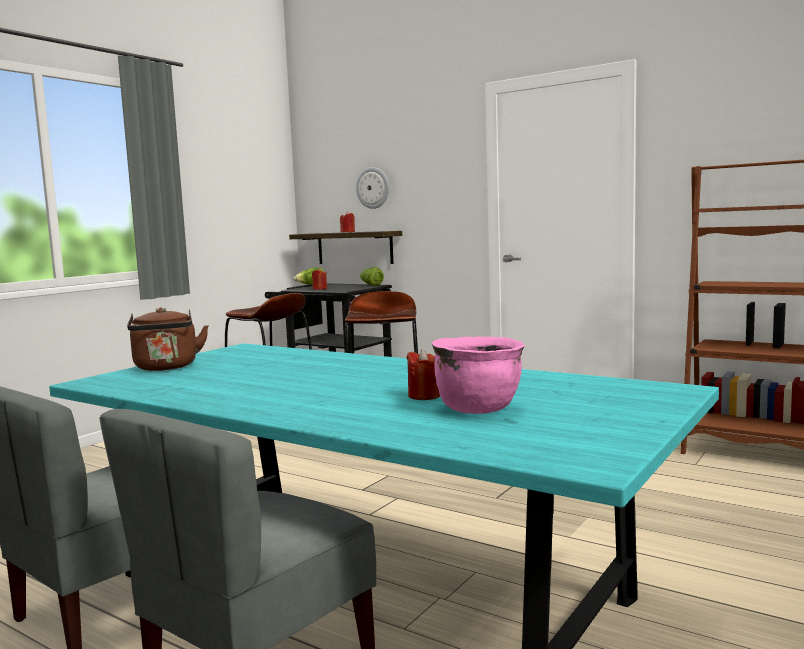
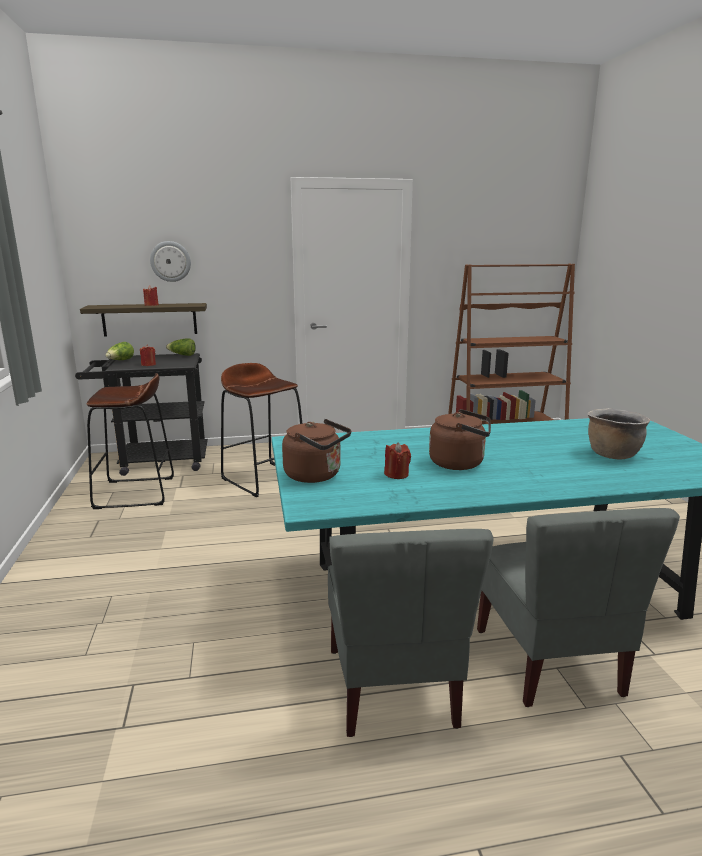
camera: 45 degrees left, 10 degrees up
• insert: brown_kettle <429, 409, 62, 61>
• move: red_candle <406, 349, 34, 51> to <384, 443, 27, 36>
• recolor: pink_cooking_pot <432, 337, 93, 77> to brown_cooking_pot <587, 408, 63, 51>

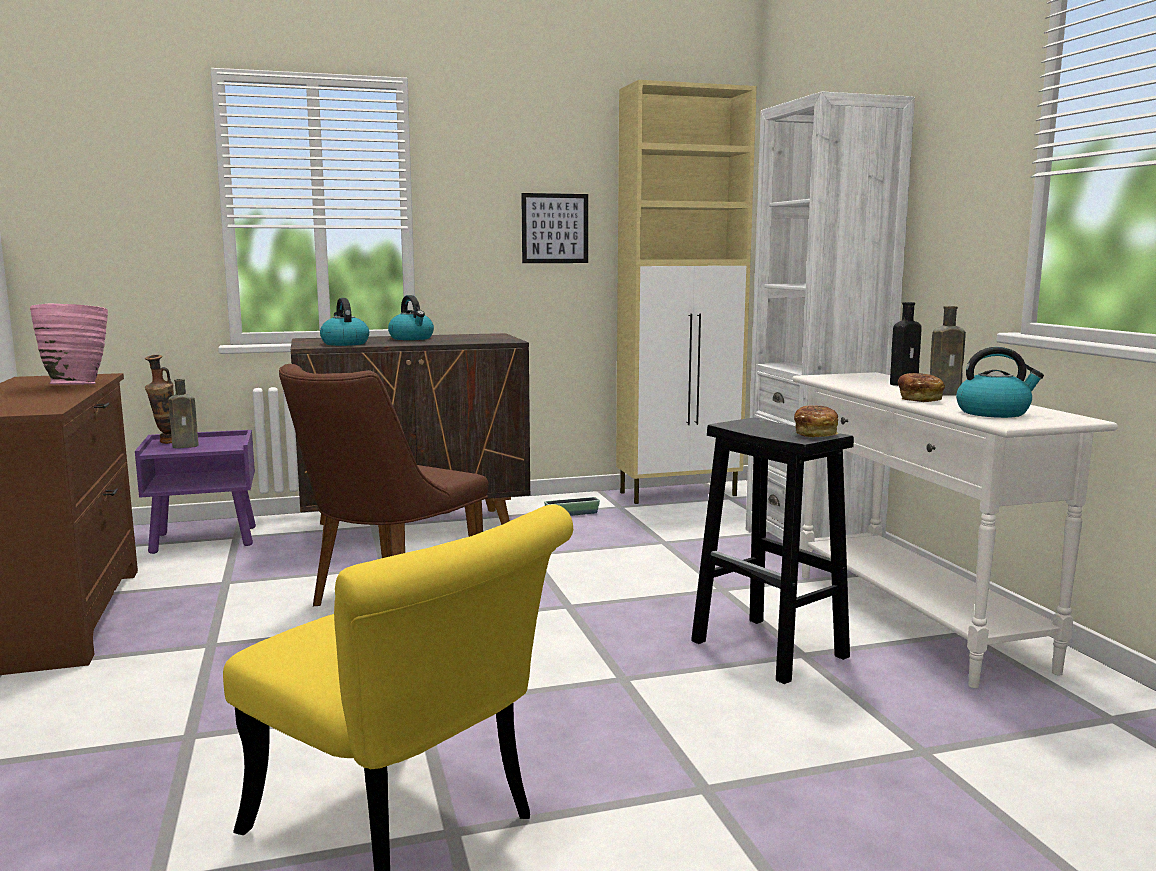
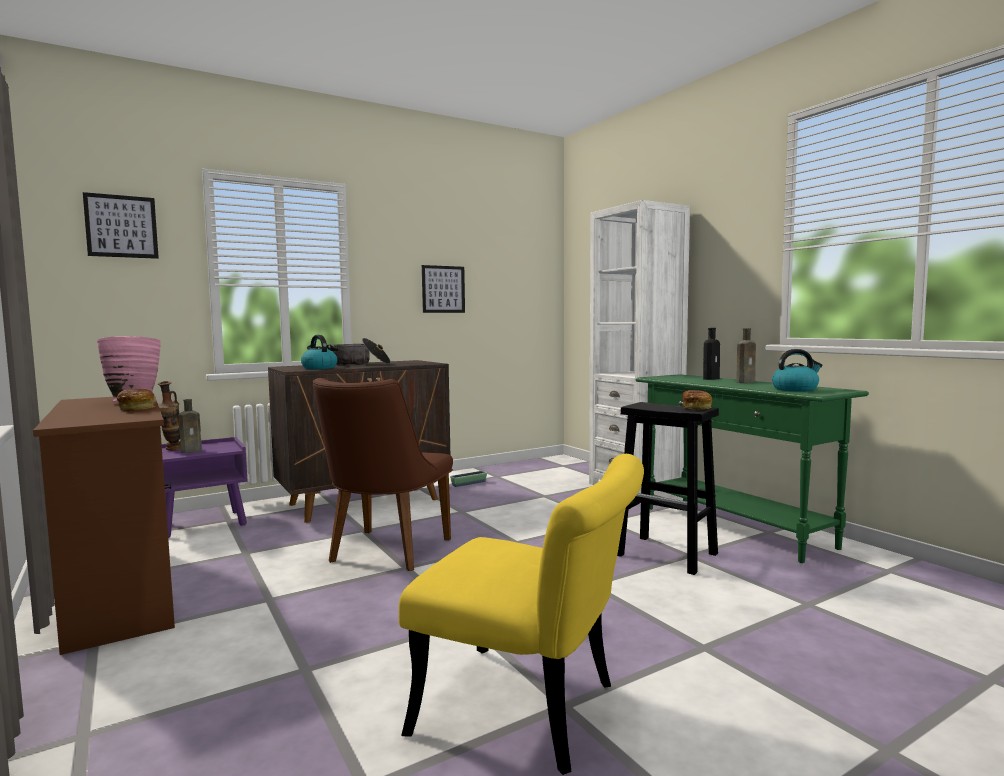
camera: 15 degrees left, 5 degrees down
• delete: beige_cabinet <616, 80, 141, 424>
• insert: picture <83, 192, 76, 67>
• move: bread <898, 373, 47, 29> to <117, 389, 39, 22>
• replace: kettle <388, 295, 46, 45> to cooking_pot <327, 338, 64, 28>
• recolor: white_console_table <792, 372, 326, 316> to green_console_table <636, 374, 233, 189>

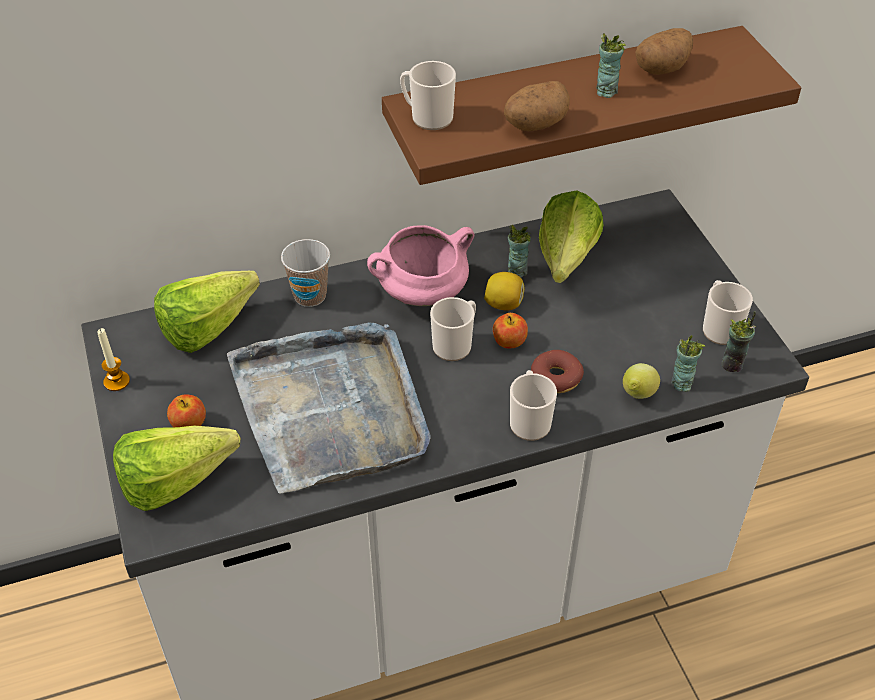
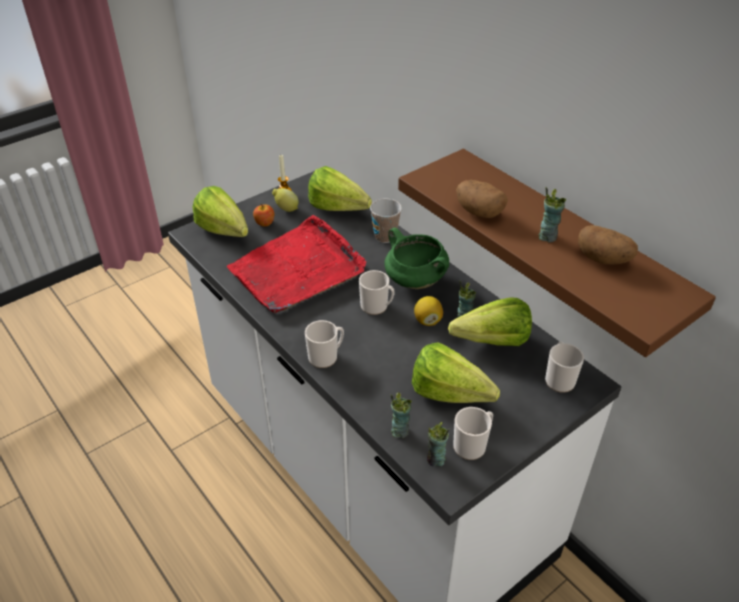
camera: 70 degrees right, 5 degrees down
• delete: apple <493, 313, 35, 35>
• delete: donut <531, 350, 53, 43>
• insert: lettuce <412, 342, 88, 61>
• move: mug <400, 61, 56, 69> to <545, 341, 39, 52>
• move: lemon <623, 363, 37, 36> to <272, 188, 27, 24>
• recolor: grey_tray <227, 323, 204, 170> to red_tray <226, 215, 140, 98>
• recolor: pink_cooking_pot <367, 225, 107, 81> to green_cooking_pot <384, 227, 65, 62>

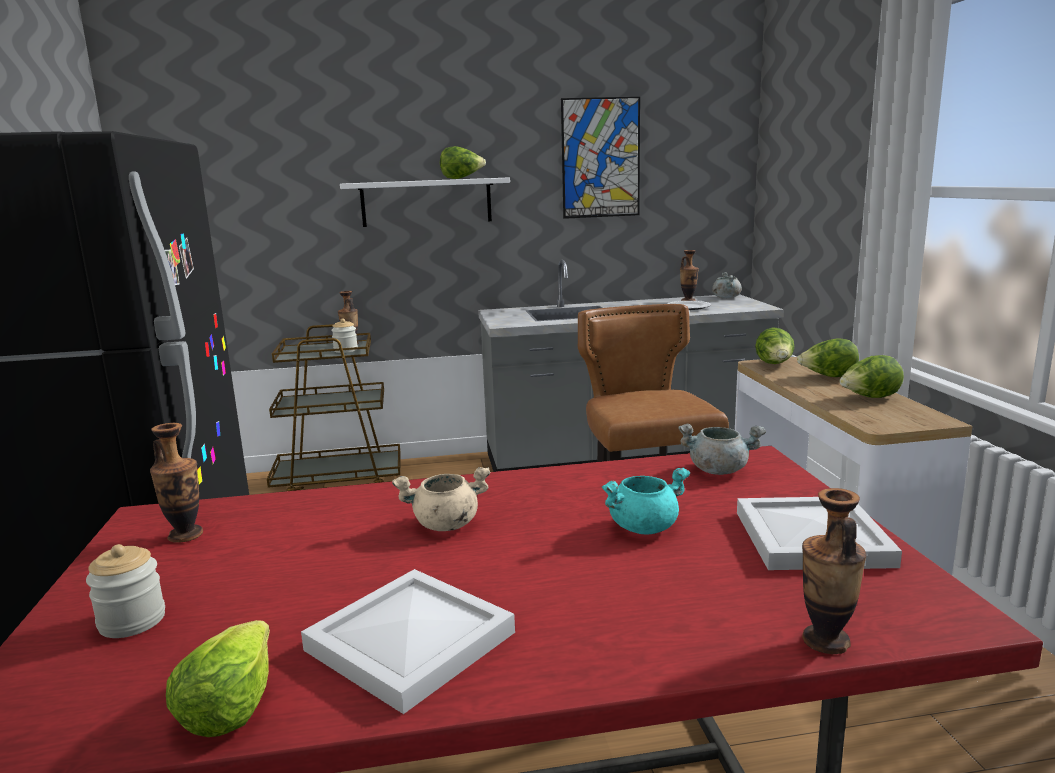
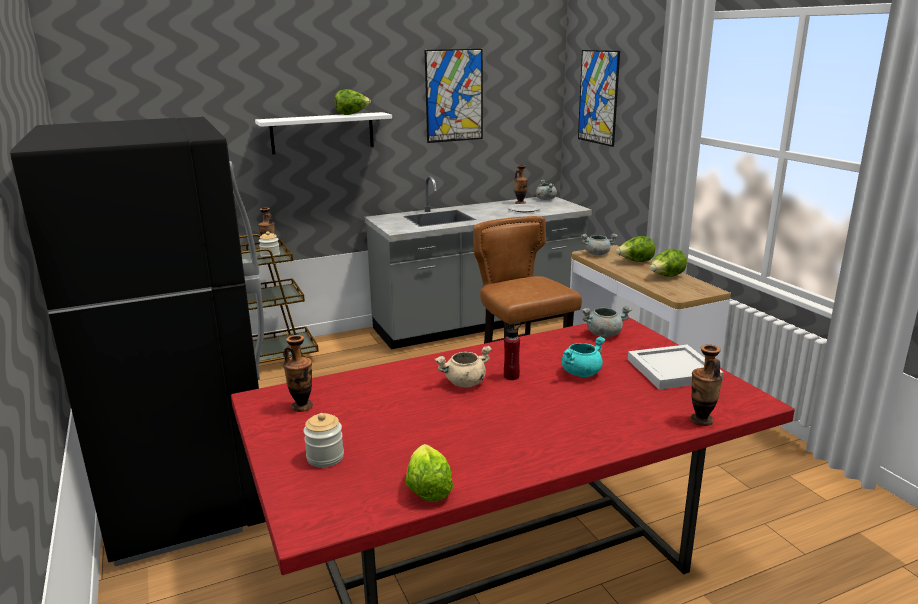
camera: 15 degrees left, 5 degrees up
• delete: white_tray <301, 569, 214, 145>
• insert: red_bottle <504, 322, 17, 58>
• insert: picture <578, 50, 42, 97>
• replace: lettuce <755, 327, 39, 37> to grey_cooking_pot <581, 233, 37, 22>

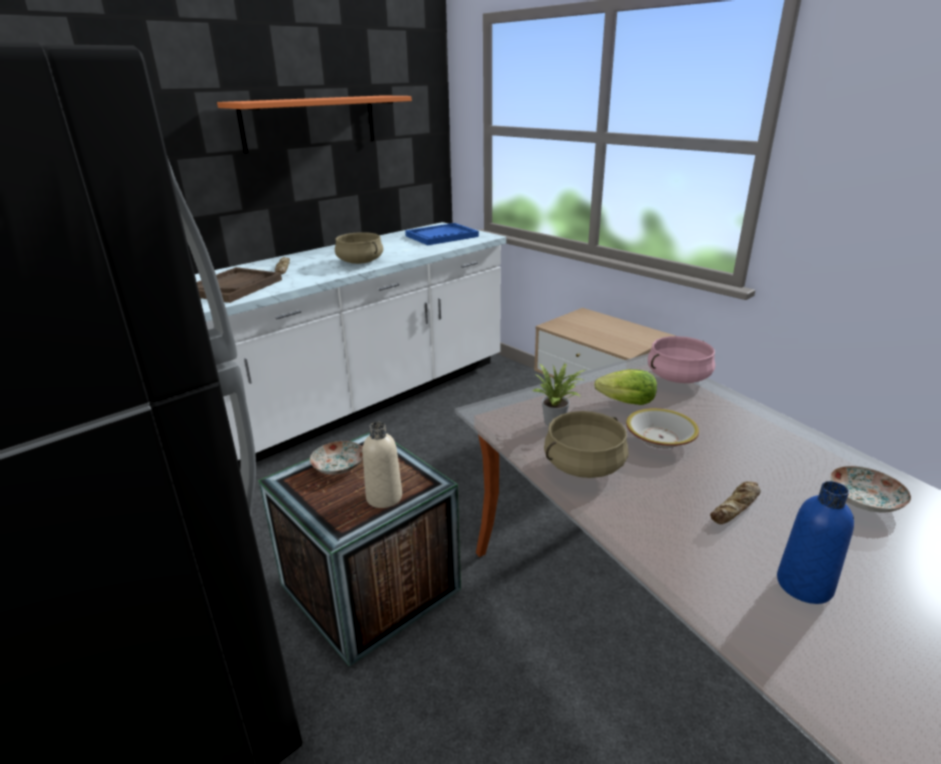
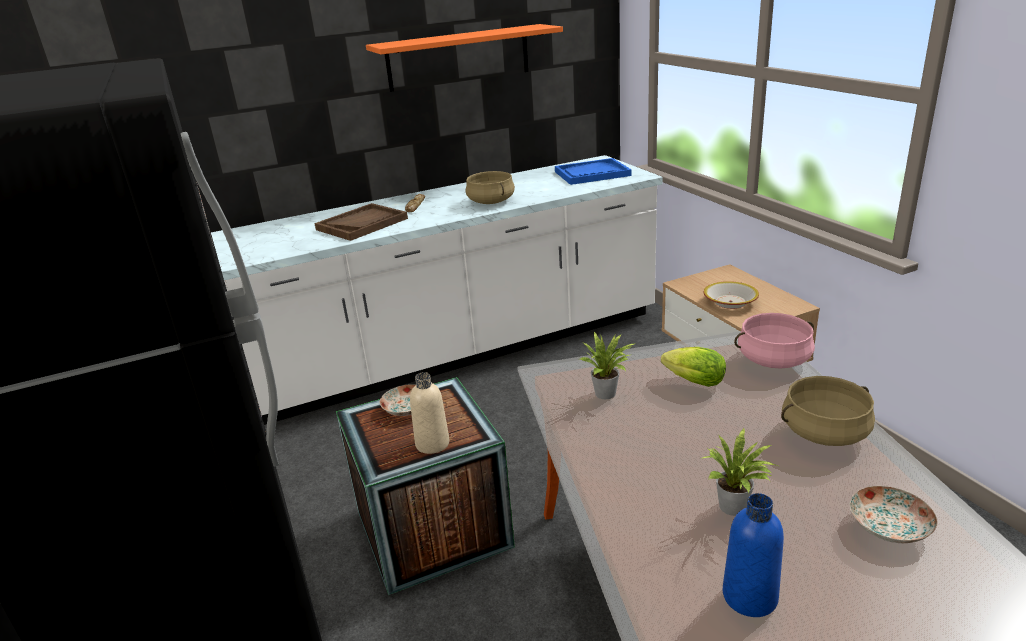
camera: 20 degrees right, 0 degrees up
• move: beige_cooking_pot <544, 411, 84, 67> to <781, 376, 94, 70>
• move: bowl <626, 408, 73, 40> to <704, 281, 55, 28>
• replace: bread <710, 481, 51, 43> to potted_plant <700, 427, 78, 89>

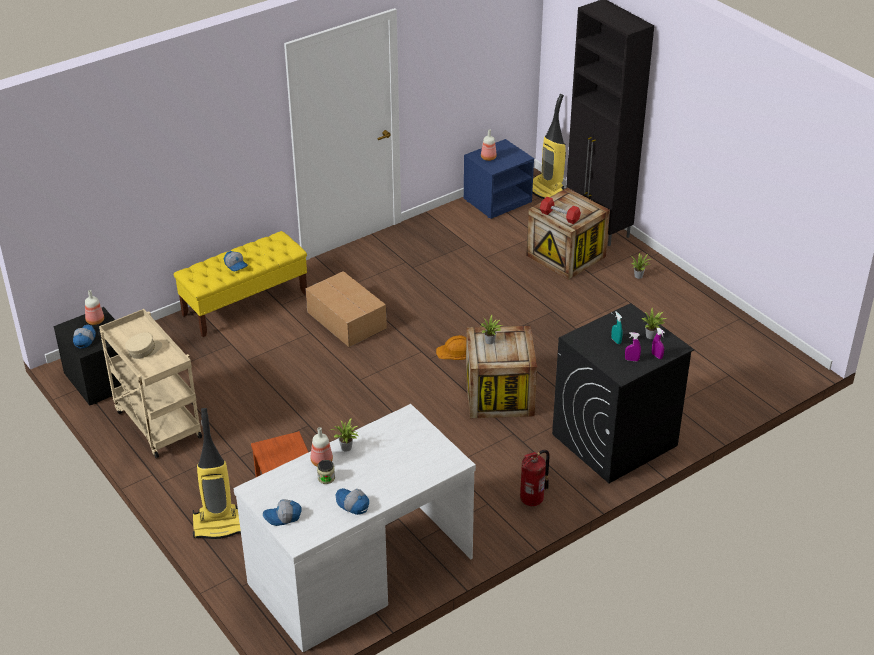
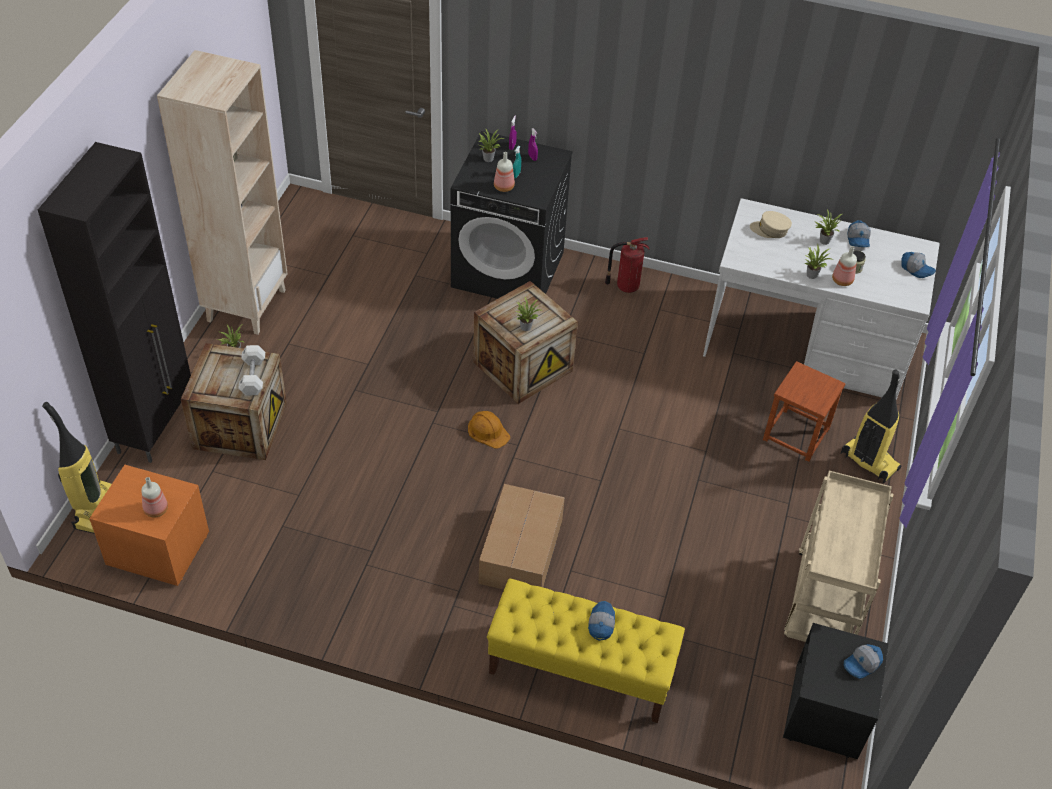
camera: 130 degrees left, 10 degrees up
• insert: beige_bookcase <157, 50, 131, 285>
• insert: potted_plant <814, 209, 28, 36>
• move: bottle <85, 290, 19, 35> to <494, 152, 21, 40>
• move: beige_cap <125, 332, 37, 27> to <750, 211, 42, 27>
• recolor: blue_nightstand <464, 139, 70, 80> to orange_nightstand <89, 465, 120, 121>
• recolor: red_dumbbell <540, 197, 41, 27> to white_dumbbell <238, 345, 27, 51>

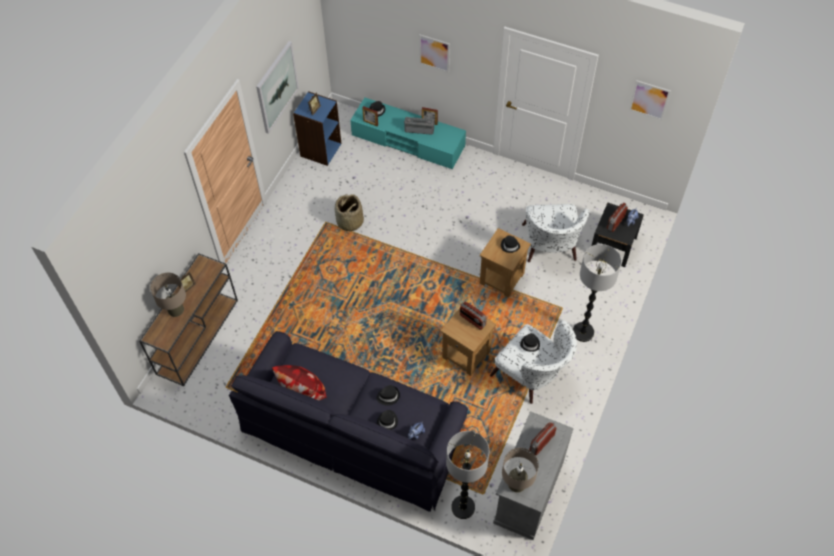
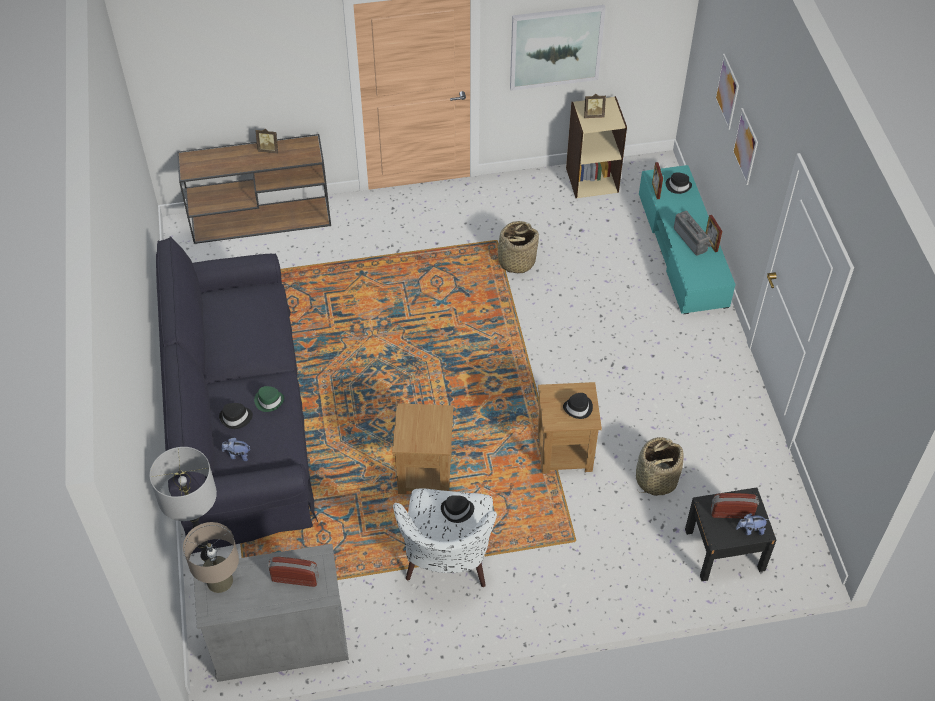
camera: 55 degrees right, 5 degrees down
• delete: beige_table_lamp <150, 273, 36, 44>
• delete: pillow <272, 365, 55, 36>
• delete: radio <460, 302, 27, 28>
• delete: floor_lamp <573, 244, 49, 98>
• move: picture <629, 80, 42, 40> to <715, 54, 24, 76>
• replace: white_armchair <522, 204, 68, 58> to basket <636, 437, 47, 59>
• recolor: blue_bookcase <293, 91, 48, 75> to beige_bookcase <566, 96, 61, 102>
• recolor: black_hat <376, 385, 24, 21> to green_hat <254, 386, 30, 26>

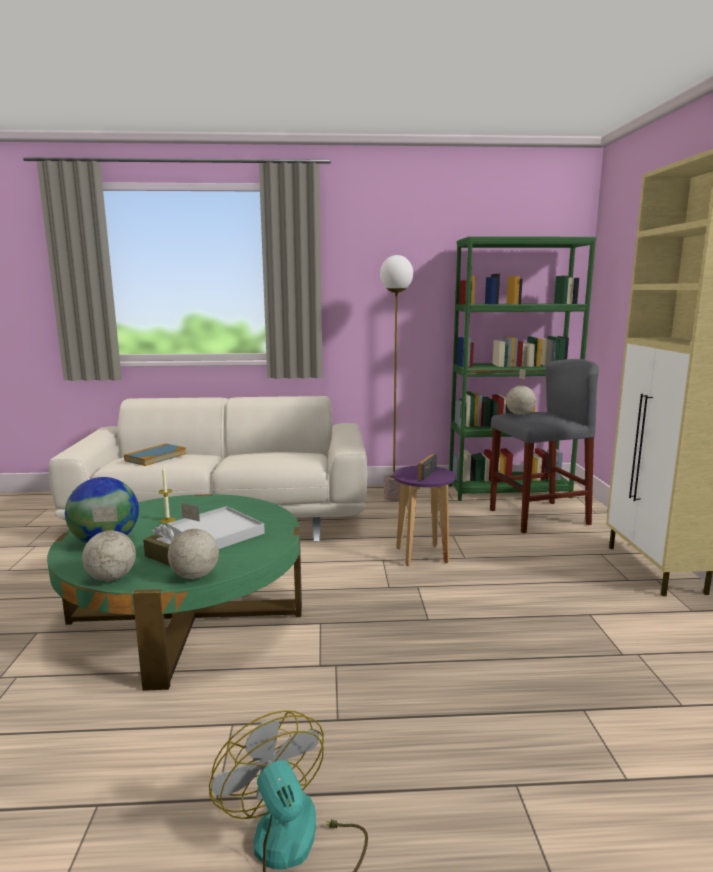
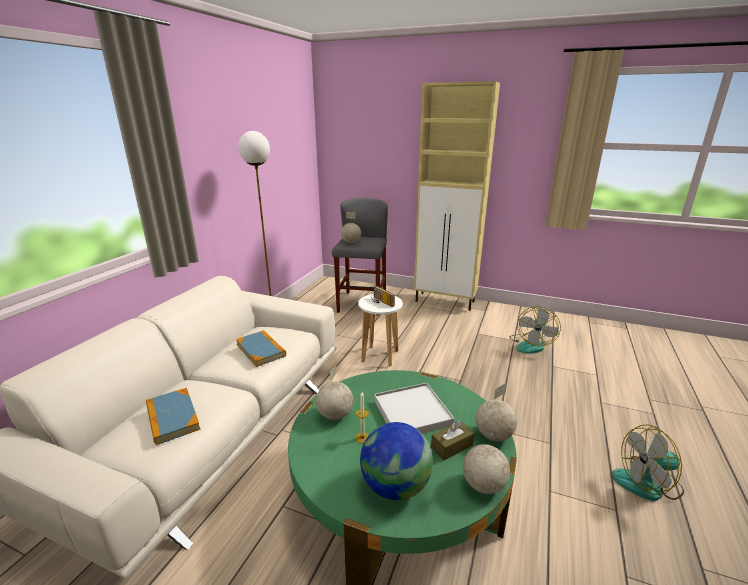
camera: 65 degrees left, 10 degrees up
• delete: green_bookcase <449, 236, 148, 265>
• insert: book <236, 330, 50, 37>
• insert: globe <316, 364, 37, 56>
• insert: fan <509, 307, 52, 46>
• recolor: purple_stool <393, 466, 62, 100> to white_stool <358, 294, 45, 72>

